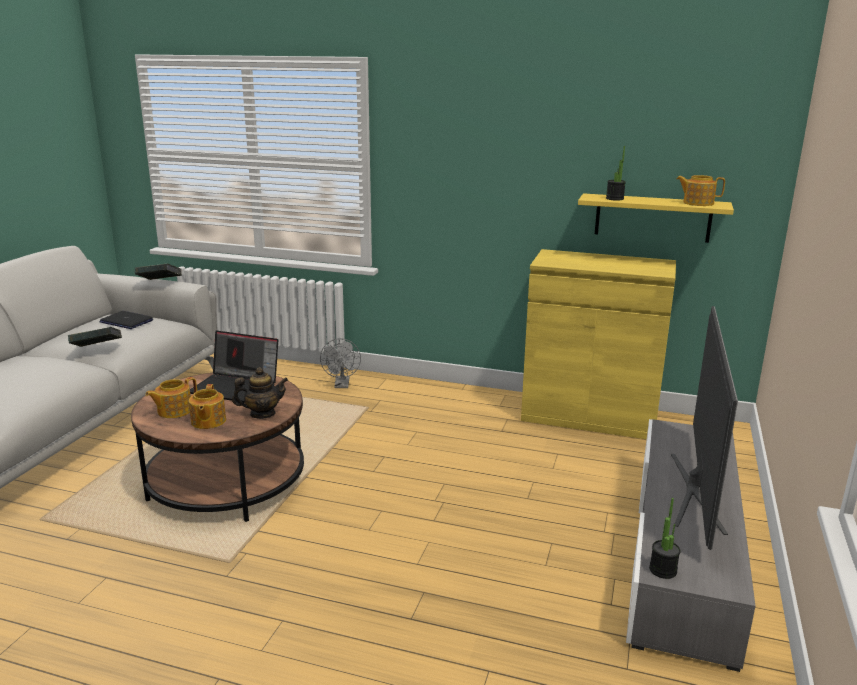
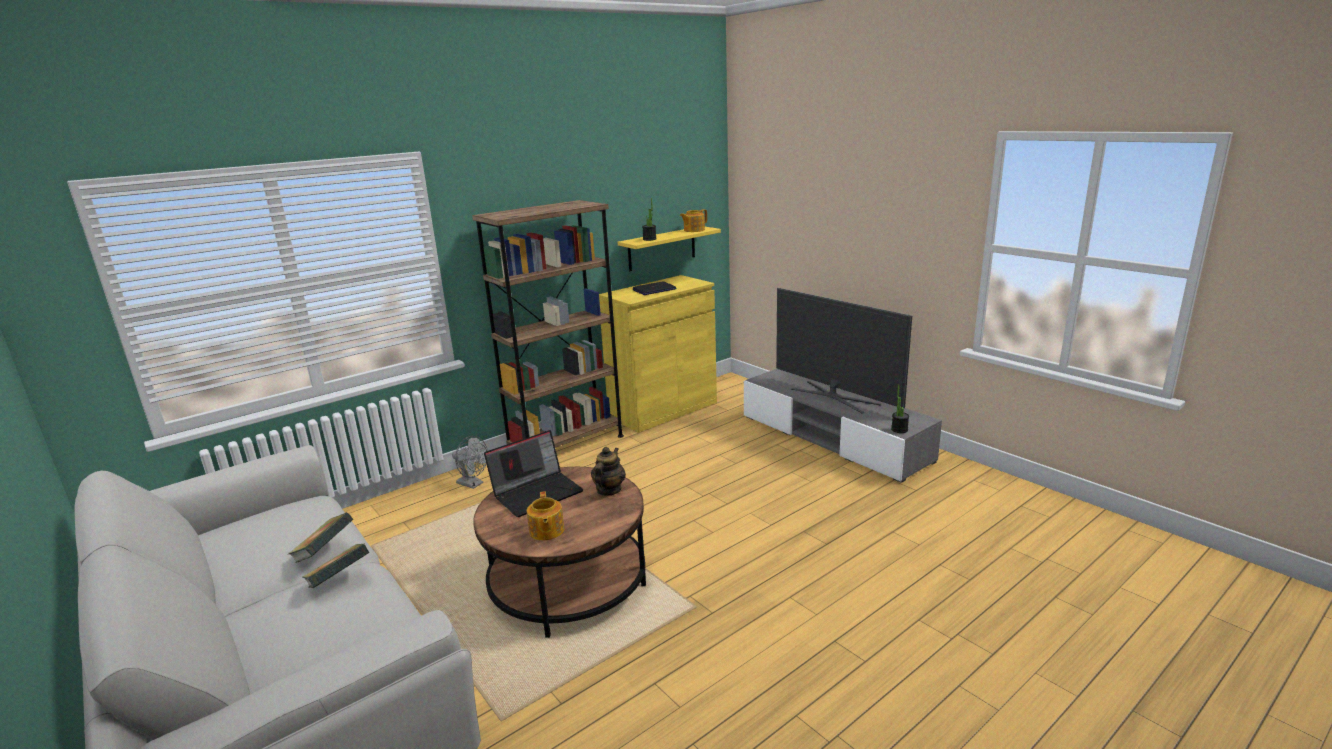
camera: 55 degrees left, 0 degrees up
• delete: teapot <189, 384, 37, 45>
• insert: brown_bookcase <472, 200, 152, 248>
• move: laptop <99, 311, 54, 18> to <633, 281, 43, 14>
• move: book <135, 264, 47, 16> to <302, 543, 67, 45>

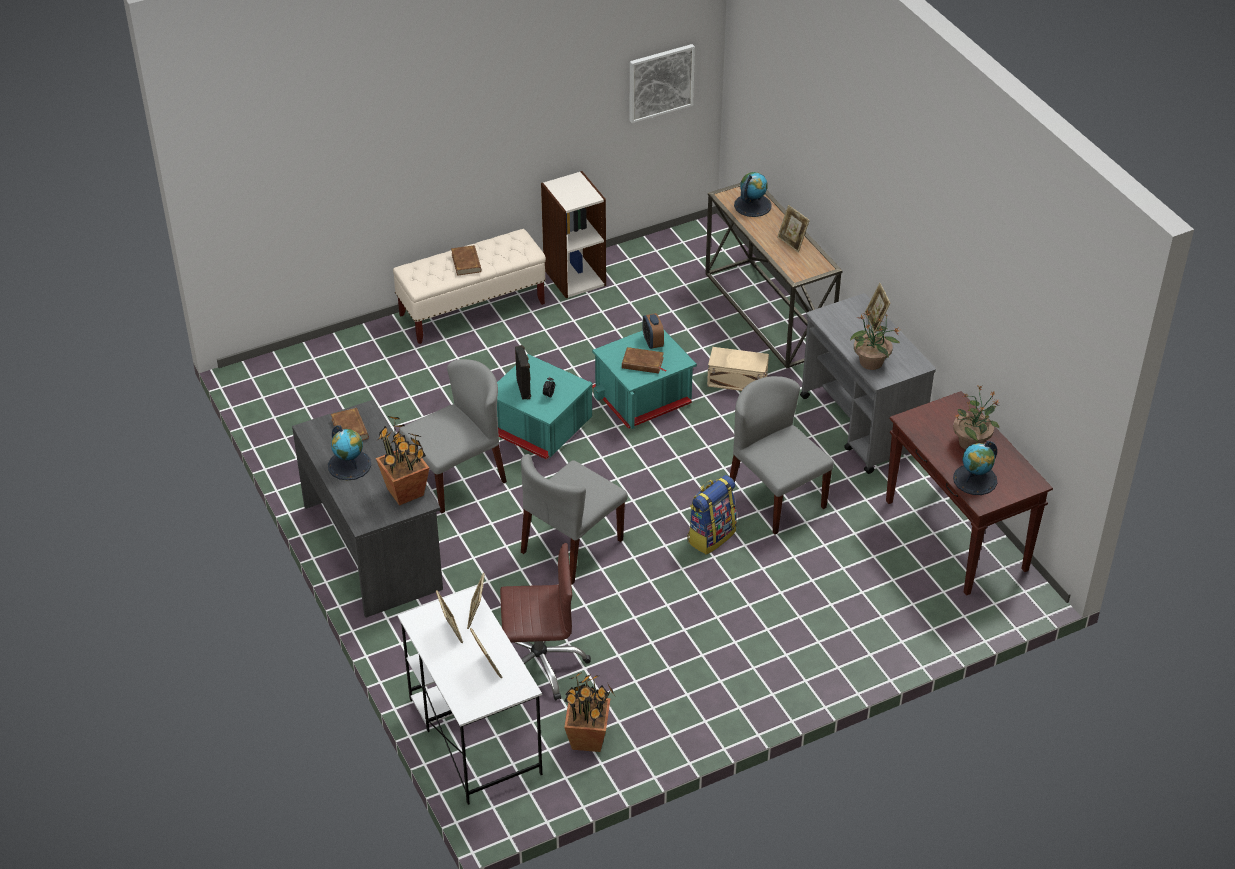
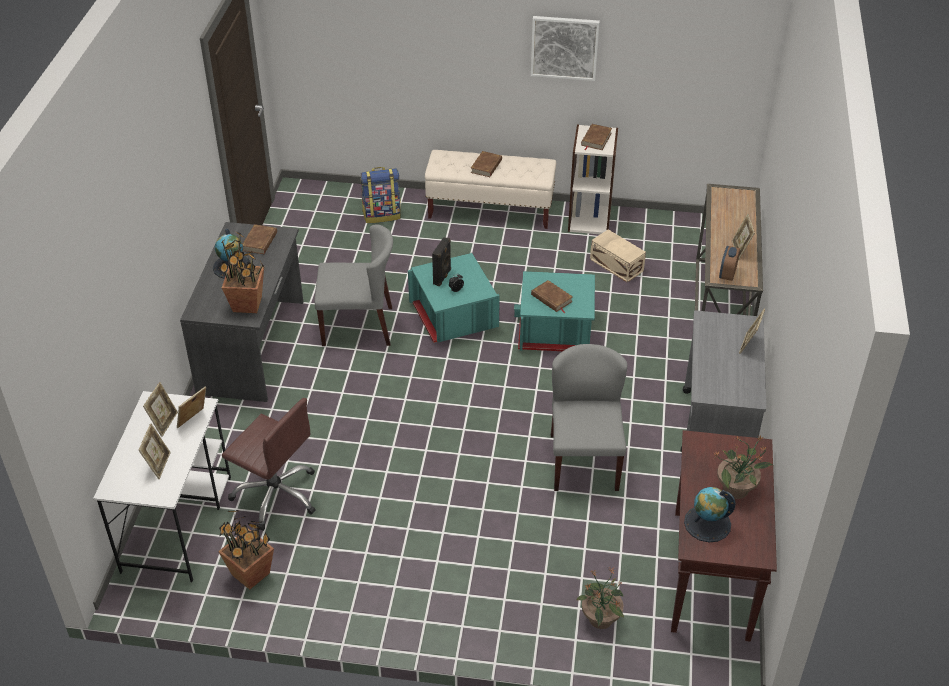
camera: 35 degrees right, 0 degrees up
• delete: grey_chair <521, 454, 107, 131>
• delete: globe <734, 172, 38, 45>
• insert: brown_book <581, 124, 31, 26>
• move: picture <629, 44, 66, 79> to <531, 16, 69, 65>
• move: alarm_clock <643, 313, 21, 36> to <719, 246, 21, 35>
• move: backpack <687, 475, 50, 80> to <360, 167, 41, 56>
• move: beige_storage_box <707, 347, 62, 44> to <590, 230, 56, 52>
• move: potted_plant <850, 311, 50, 59> to <576, 567, 48, 62>

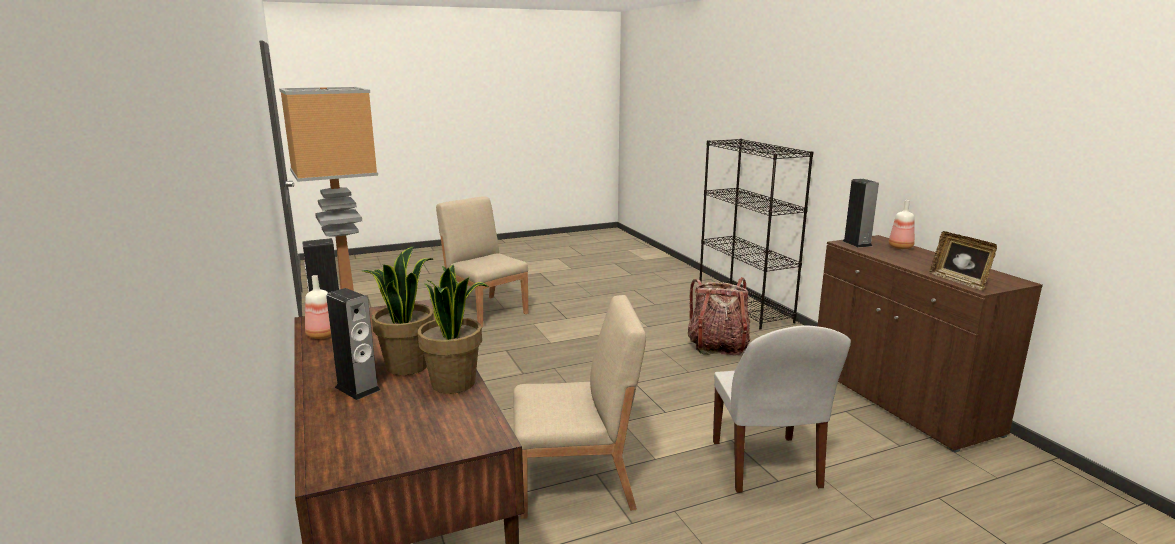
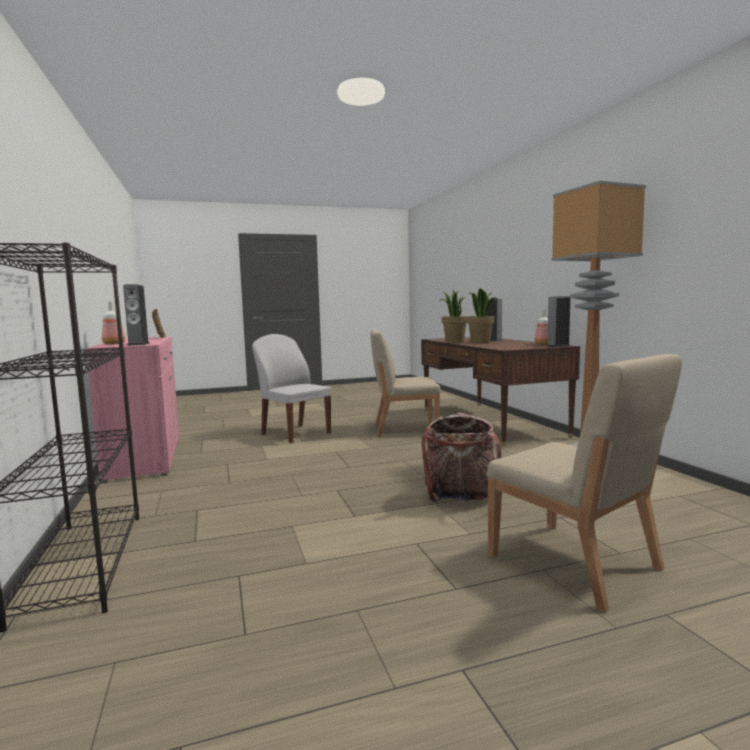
camera: 175 degrees left, 10 degrees down
• move: backpack <688, 277, 63, 79> to <422, 413, 79, 89>
• recolor: brown_cabinet <818, 235, 225, 218> to pink_cabinet <86, 337, 93, 146>
• rotate: white_chair <713, 325, 138, 168> = <252, 334, 79, 109> 45 degrees counterclockwise

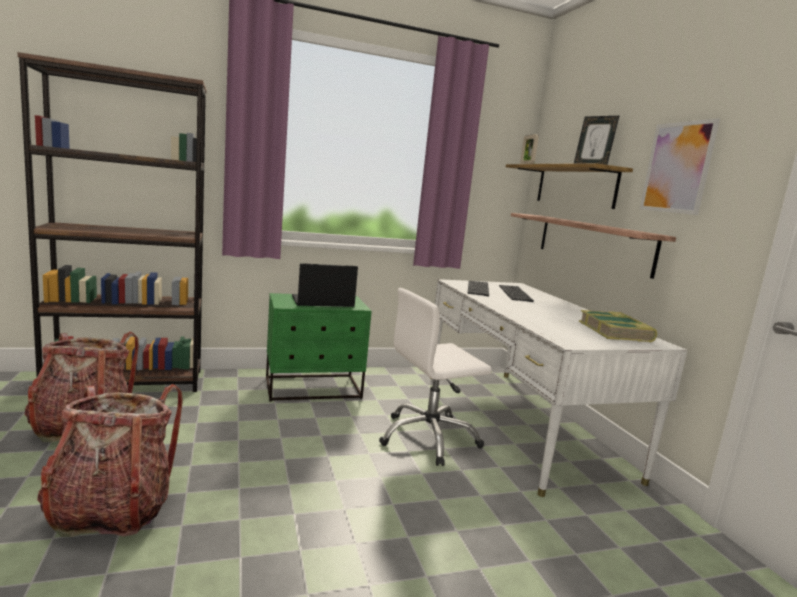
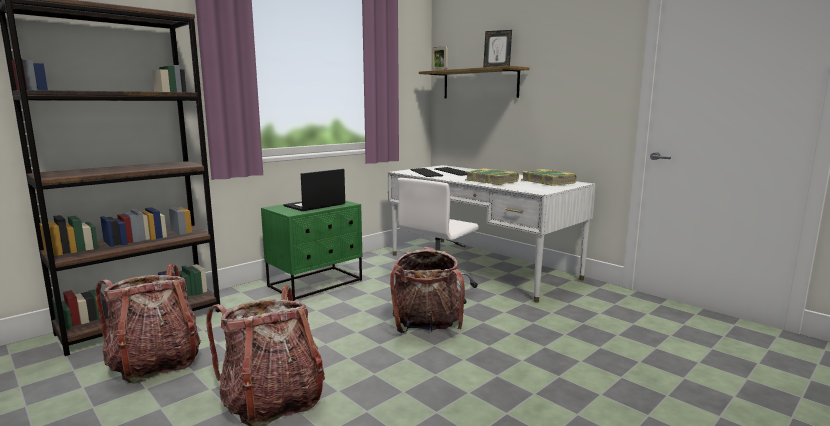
camera: 25 degrees left, 0 degrees up
• delete: shelf <511, 213, 165, 66>
• delete: picture <640, 118, 80, 97>
• insert: backpack <390, 247, 75, 86>
• insert: book <465, 168, 54, 17>

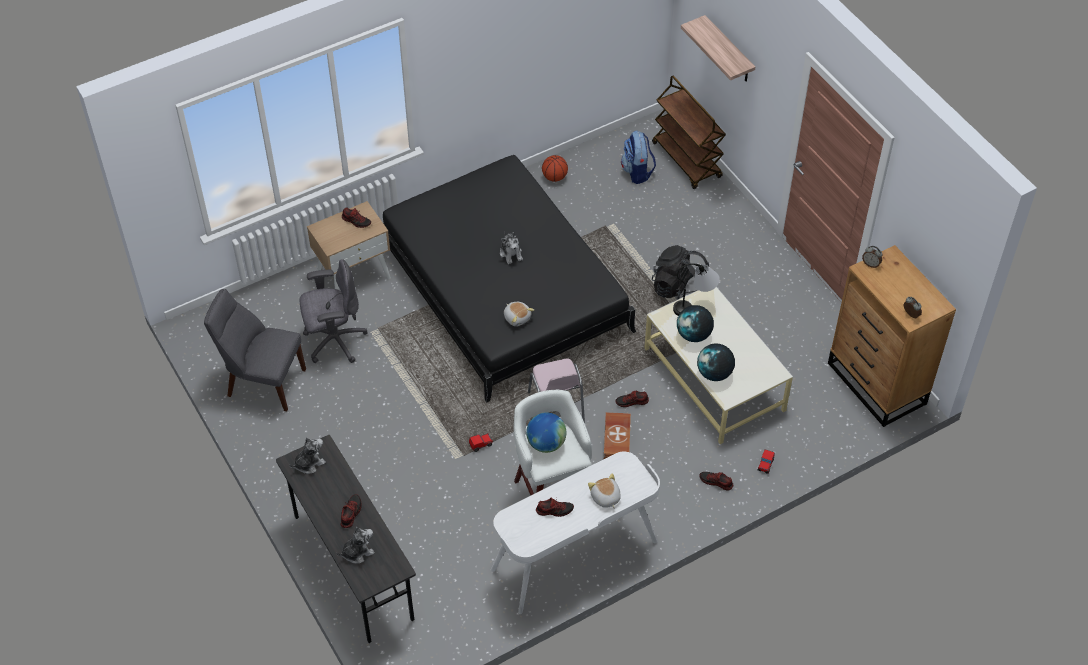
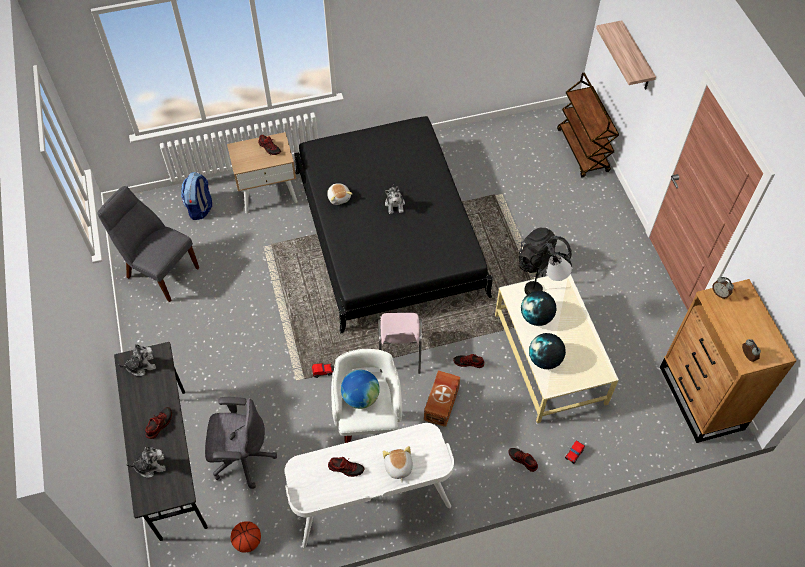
camera: 15 degrees right, 5 degrees up
• move: grey_office_chair <299, 259, 69, 104> to <205, 397, 72, 92>
• move: plush_toy <504, 302, 30, 24> to <327, 183, 25, 22>
• move: basketball <542, 155, 26, 27> to <231, 521, 30, 31>
• move: backpack <621, 130, 35, 54> to <181, 172, 31, 48>

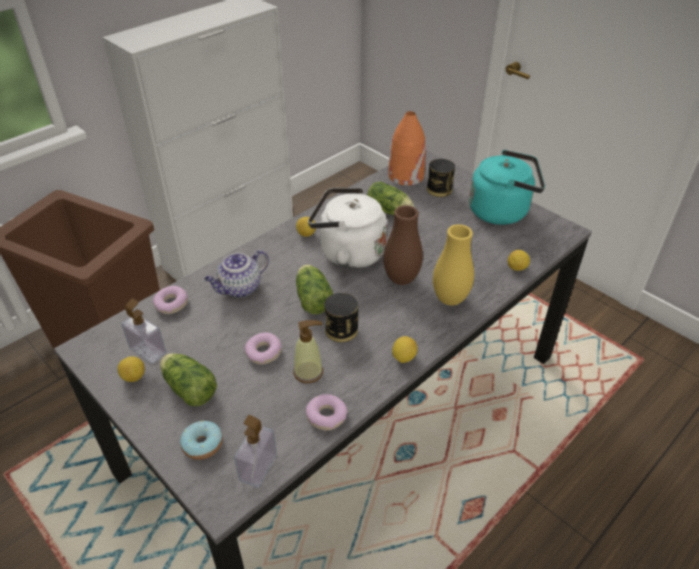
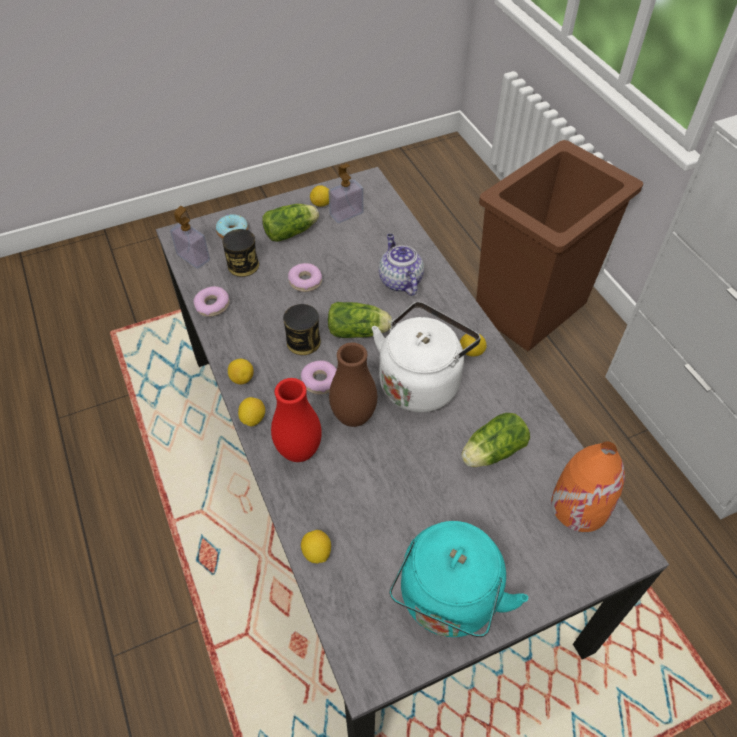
camera: 110 degrees right, 10 degrees up
• delete: soap_dispenser <293, 320, 30, 63>
• insert: lemon <238, 397, 27, 29>
• move: donut <153, 286, 35, 28> to <301, 361, 36, 34>
• move: can <427, 159, 28, 38> to <222, 229, 37, 48>
• recolor: yellow_vase <433, 224, 41, 82> to red_vase <271, 378, 51, 84>

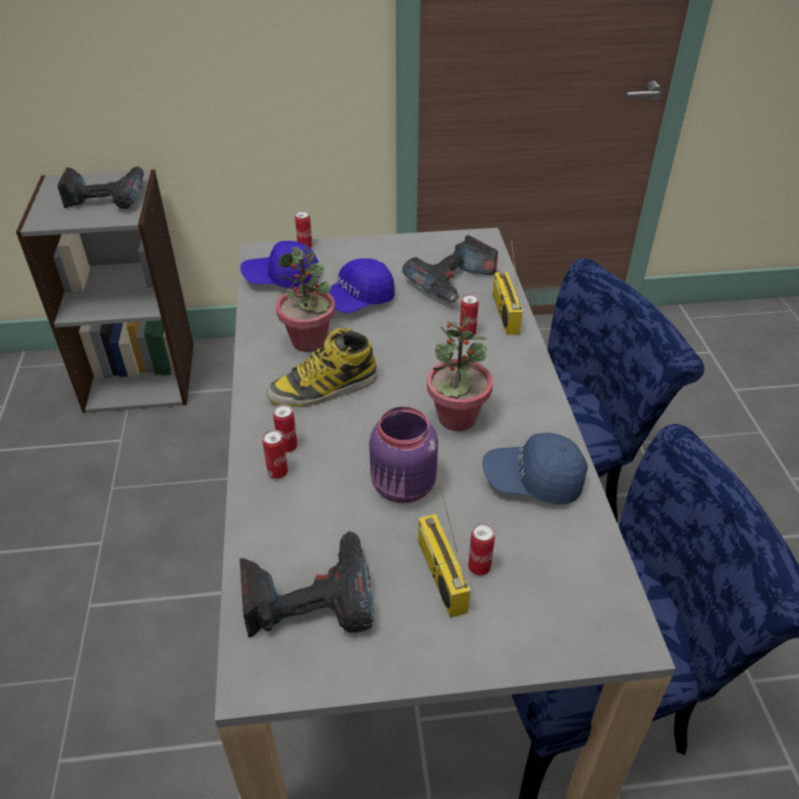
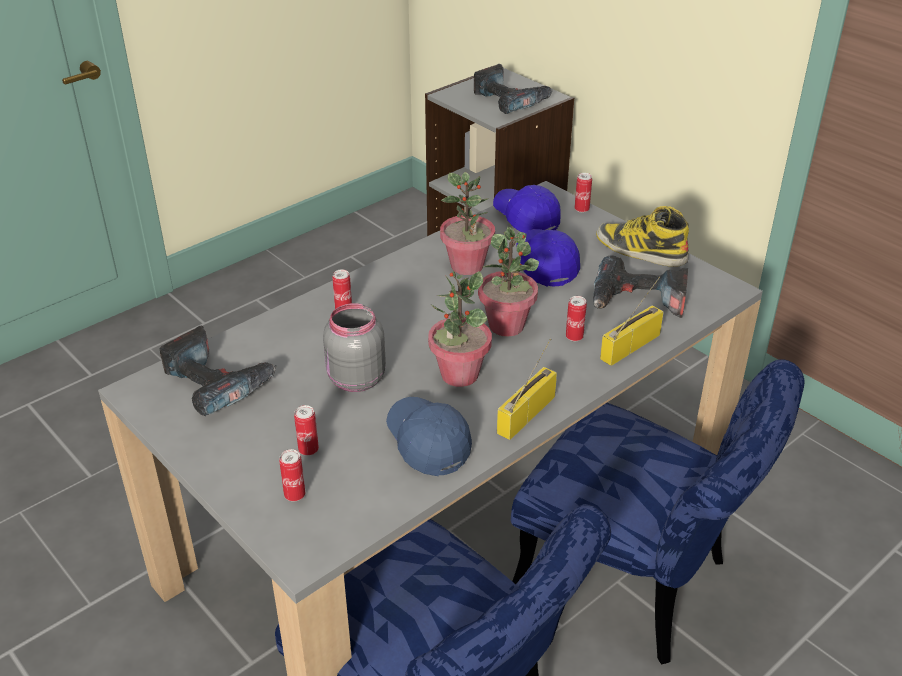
camera: 55 degrees right, 5 degrees down
• insert: potted_plant <478, 227, 61, 110>
• move: can <262, 430, 26, 49> to <279, 449, 26, 52>
• move: boot <266, 328, 112, 79> to <596, 206, 93, 61>
• move: radio <418, 487, 52, 131> to <497, 338, 60, 102>
• recolor: purple_jar <369, 407, 69, 96> to grey_jar <323, 303, 63, 89>
• rotate: blue_cap <328, 258, 66, 55> = <516, 229, 64, 58> 60 degrees clockwise

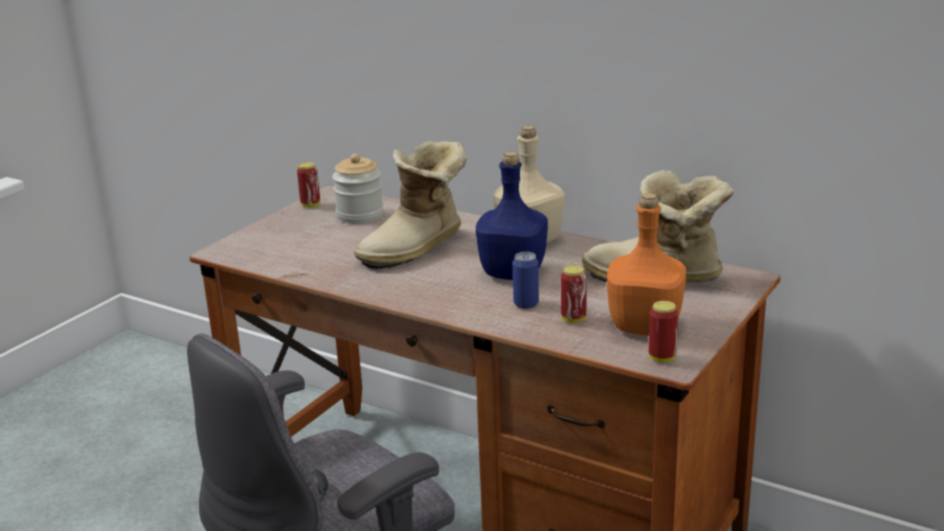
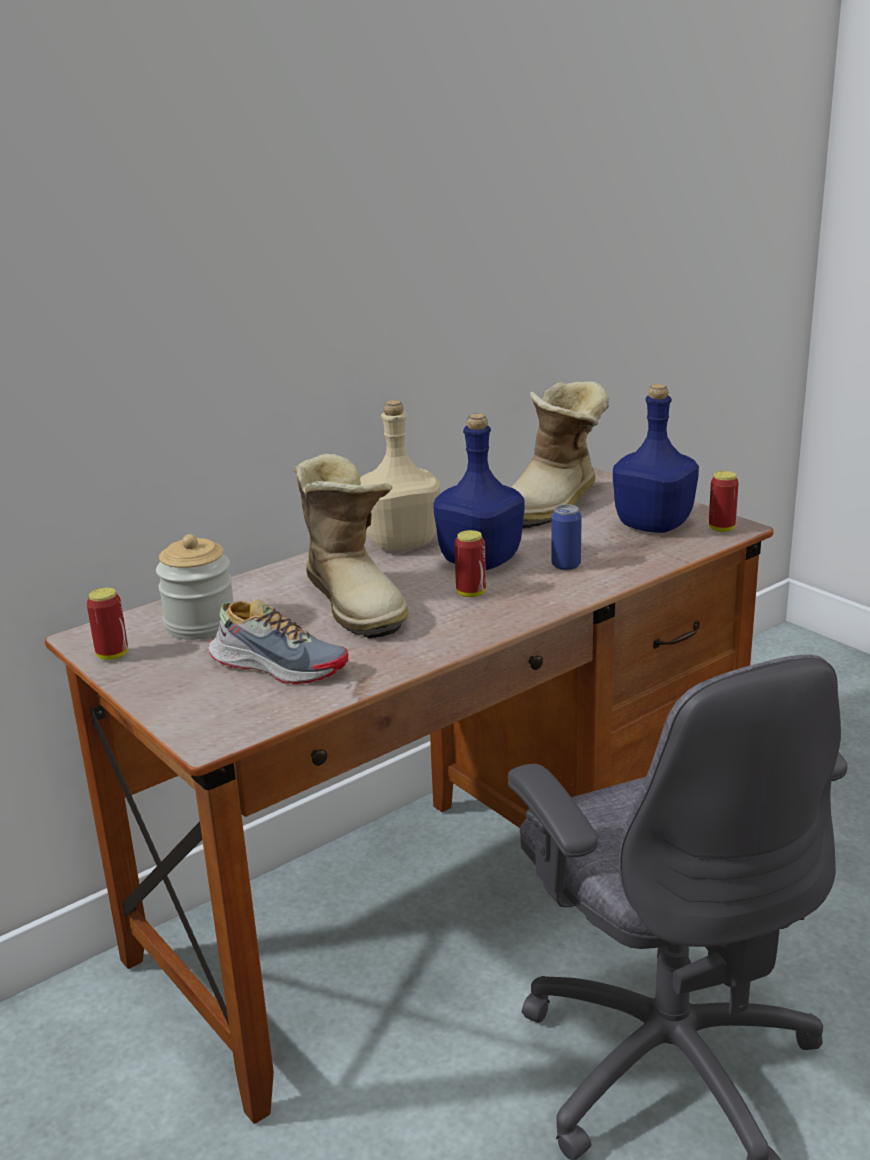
camera: 70 degrees left, 0 degrees up
• insert: shoe <208, 599, 140, 85>
• move: can <561, 265, 26, 58> to <454, 530, 32, 67>
• recolor: orange_bottle <607, 193, 79, 143> to blue_bottle <613, 384, 86, 149>

